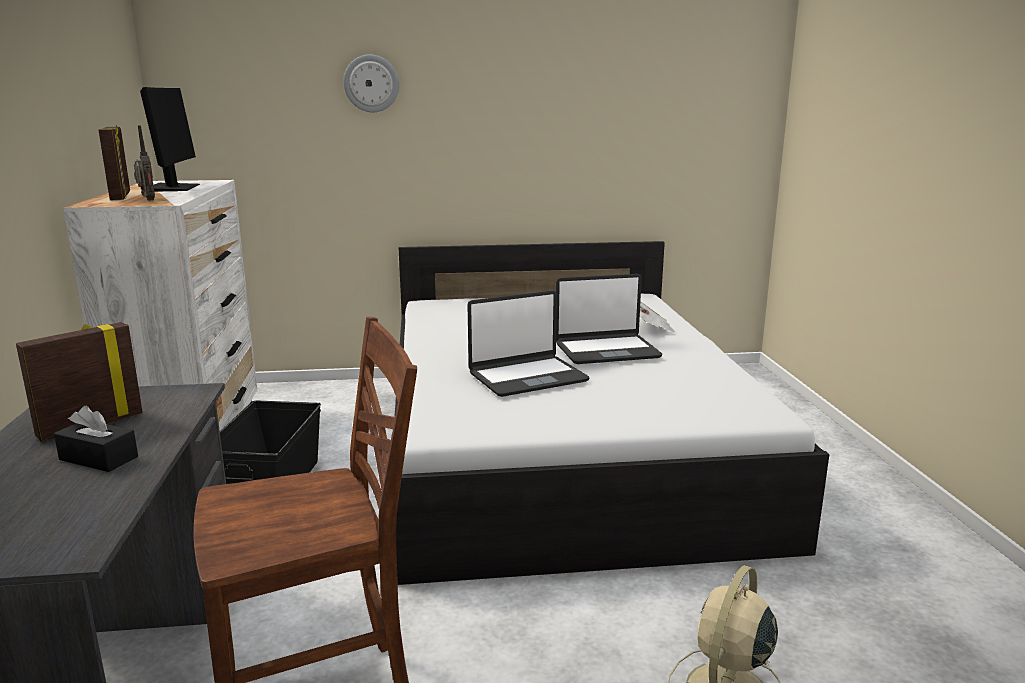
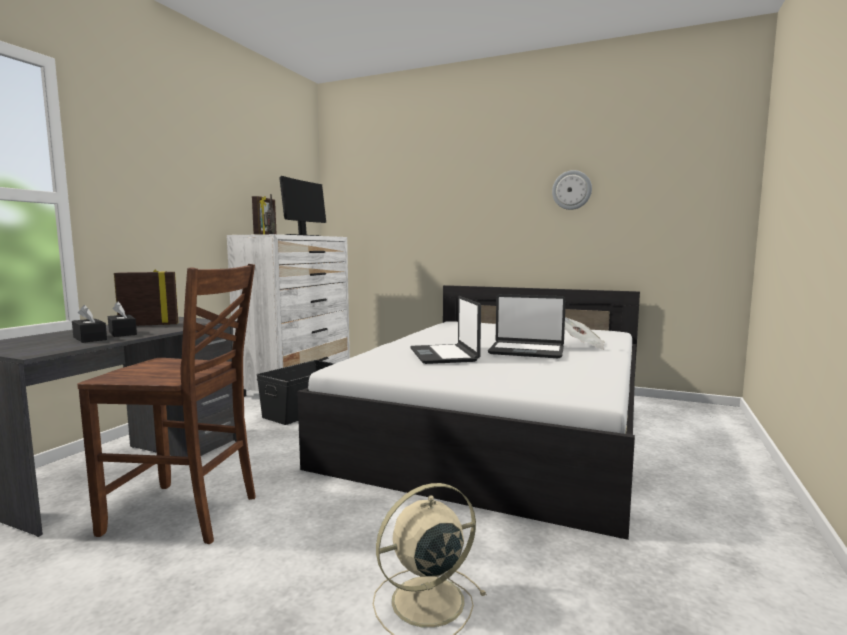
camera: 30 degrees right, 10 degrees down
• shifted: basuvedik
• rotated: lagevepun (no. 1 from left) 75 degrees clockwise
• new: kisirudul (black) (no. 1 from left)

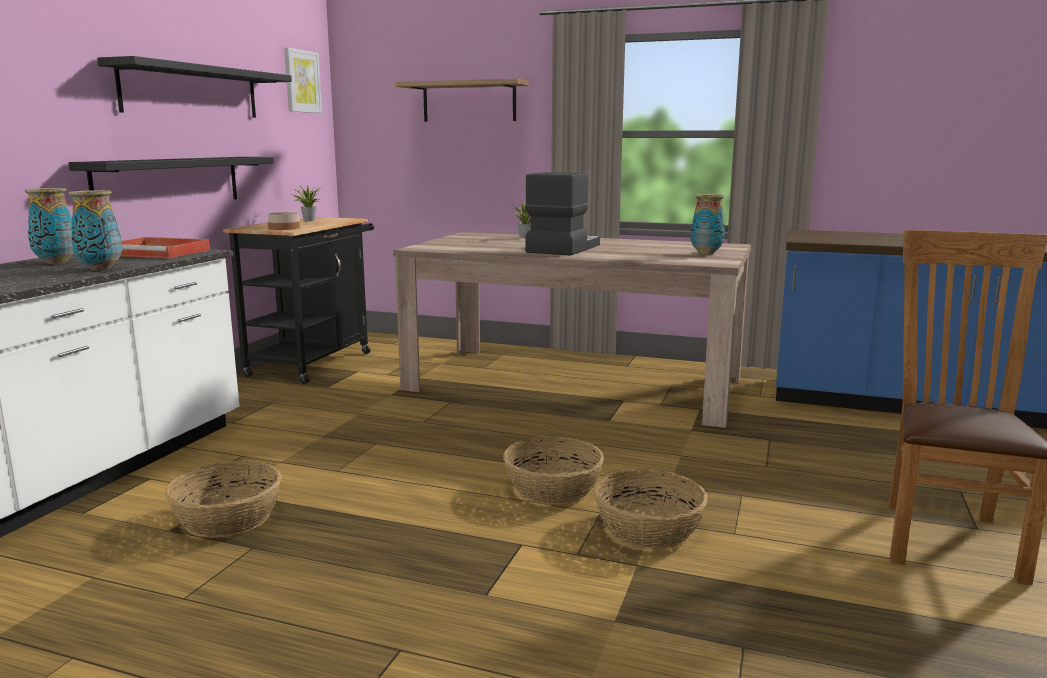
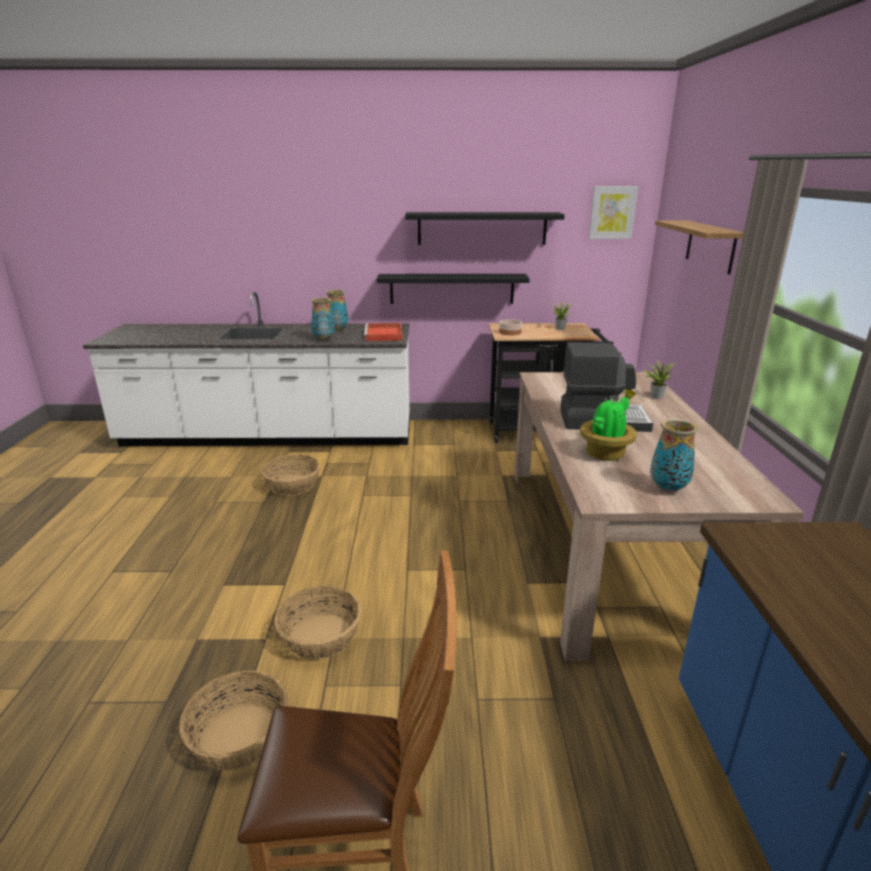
camera: 70 degrees right, 10 degrees up
• shifted: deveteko (no. 2 from left in the first image) to deveteko (no. 1 from left)
• new: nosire (no. 2 from left)

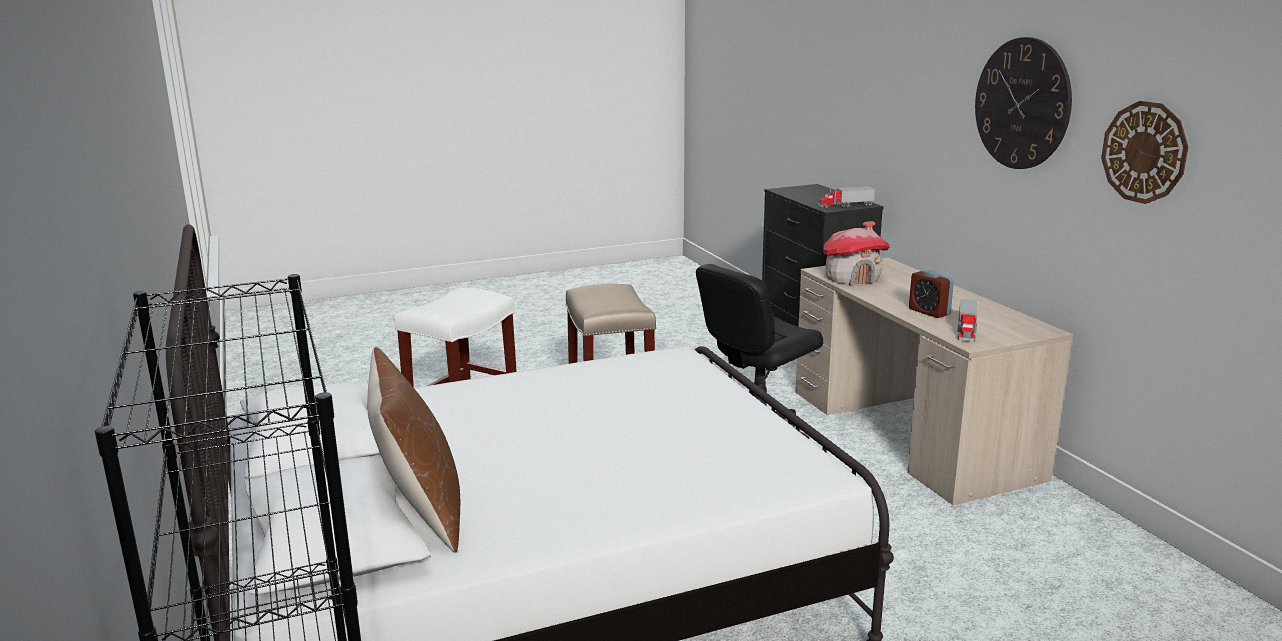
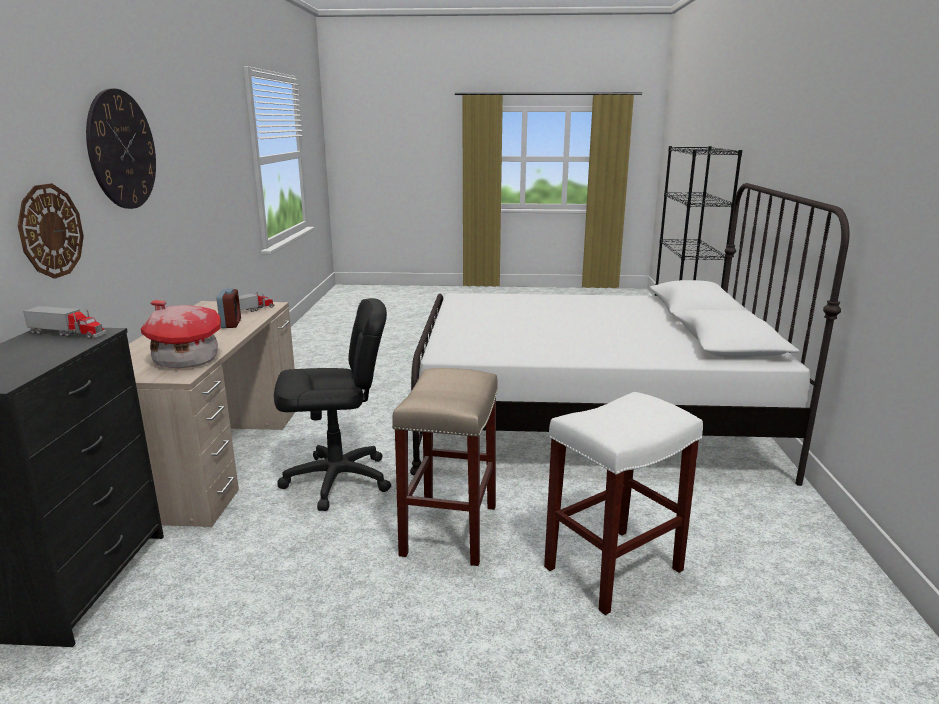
camera: 155 degrees left, 0 degrees up
• shifted: basuvedik (no. 2 from left in the first image) to basuvedik (no. 1 from left)
• gone: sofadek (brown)

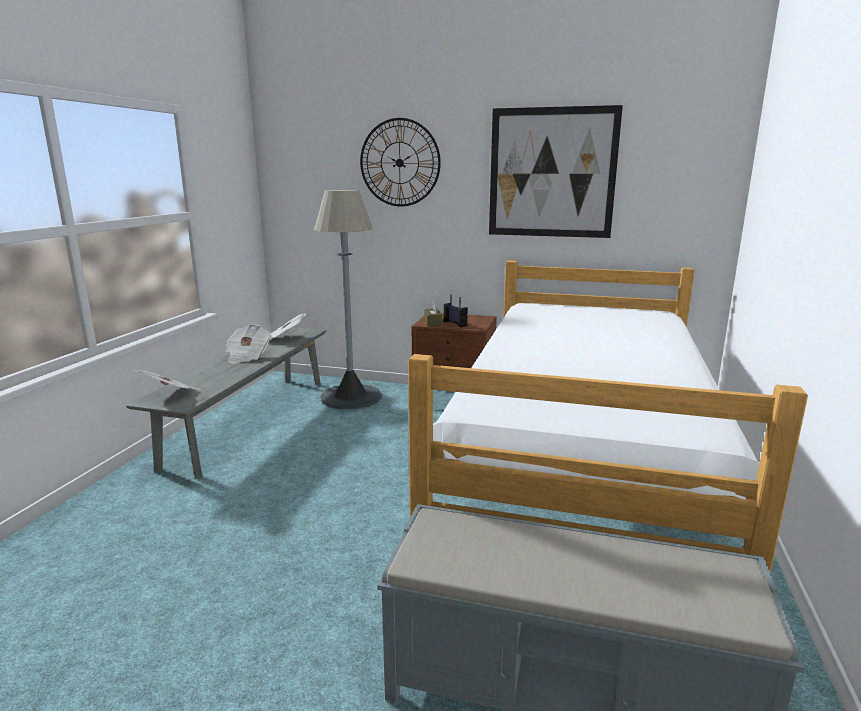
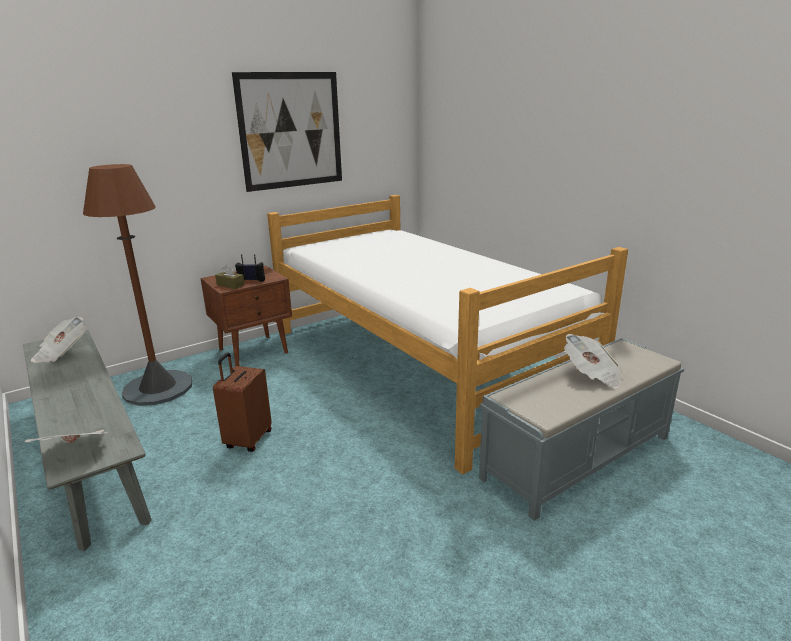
camera: 50 degrees left, 5 degrees up
• gone: basuvedik
• repainted: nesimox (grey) to nesimox (brown)
• shifted: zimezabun (no. 2 from left in the first image) to zimezabun (no. 3 from left)
• new: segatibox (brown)

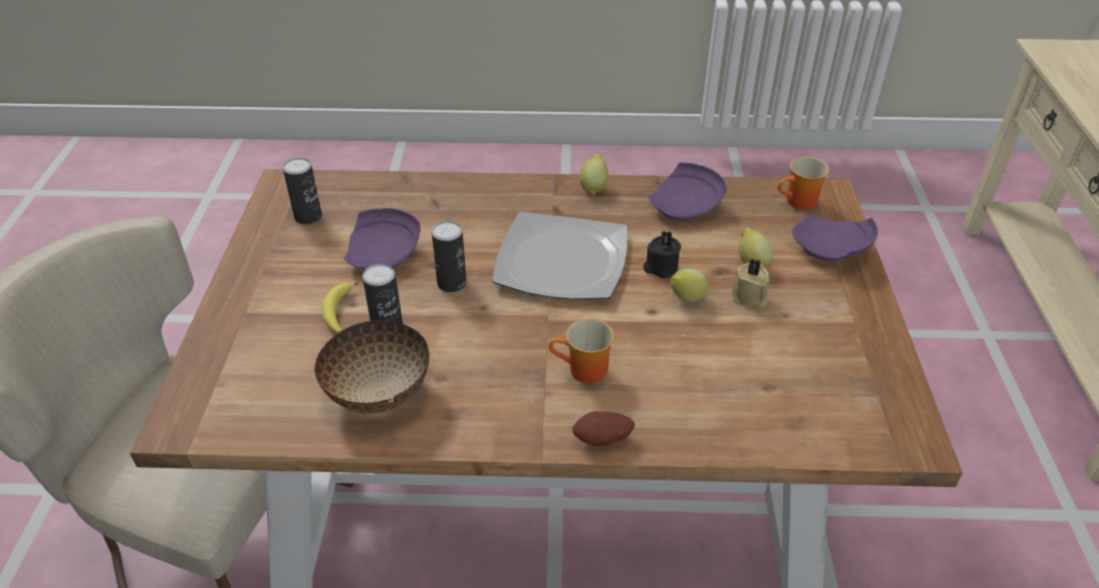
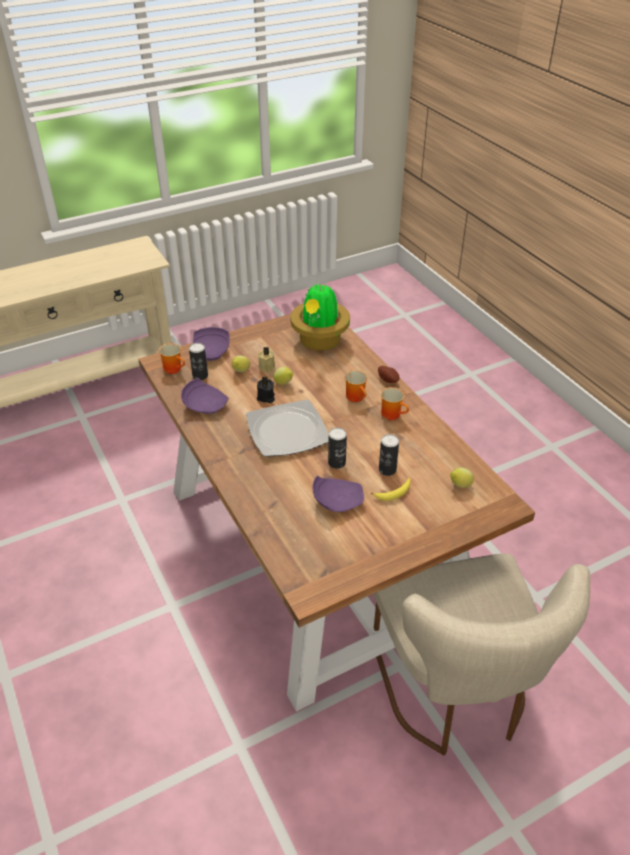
camera: 120 degrees left, 0 degrees up
• shifted: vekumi (no. 1 from left in the first image) to vekumi (no. 3 from left)
• shifted: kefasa (no. 1 from left)
• gone: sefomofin
• new: nosire
• new: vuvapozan (no. 3 from left)

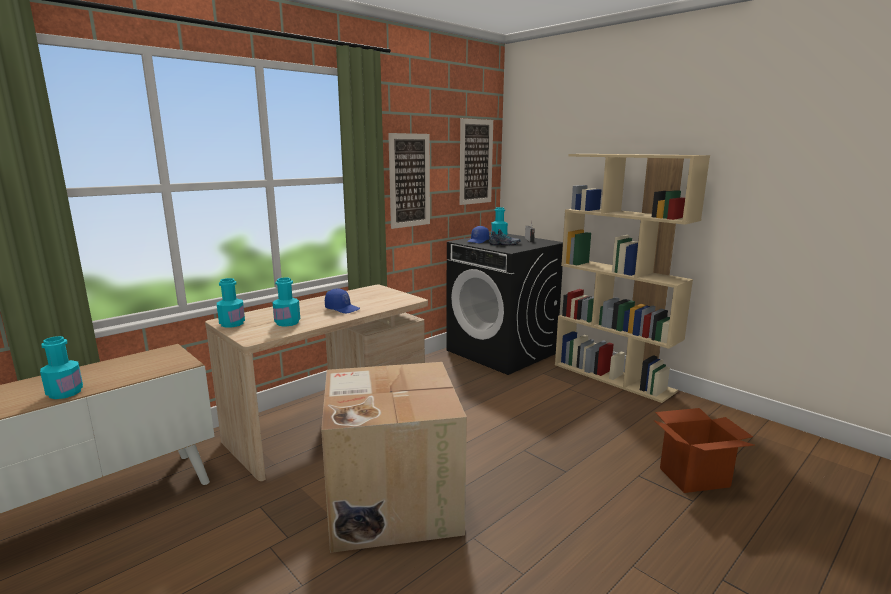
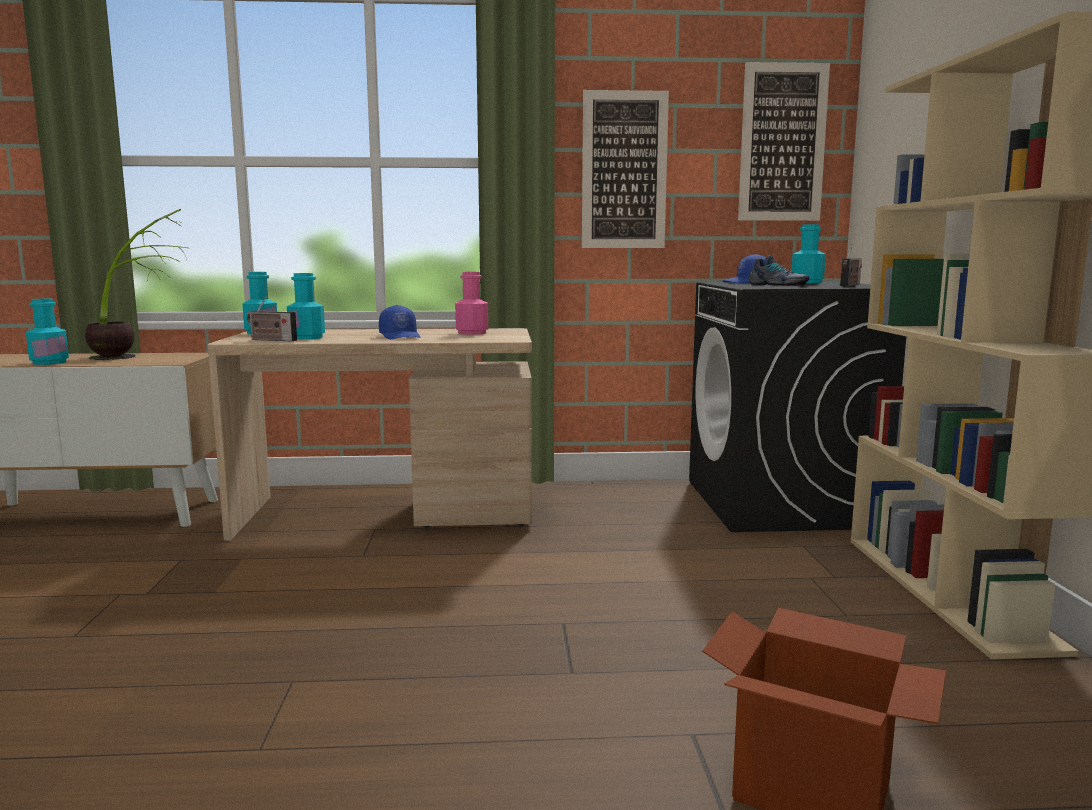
camera: 40 degrees right, 5 degrees down
• gone: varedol (no. 1 from left)
• new: nosire
• new: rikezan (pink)
• new: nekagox (no. 1 from left)

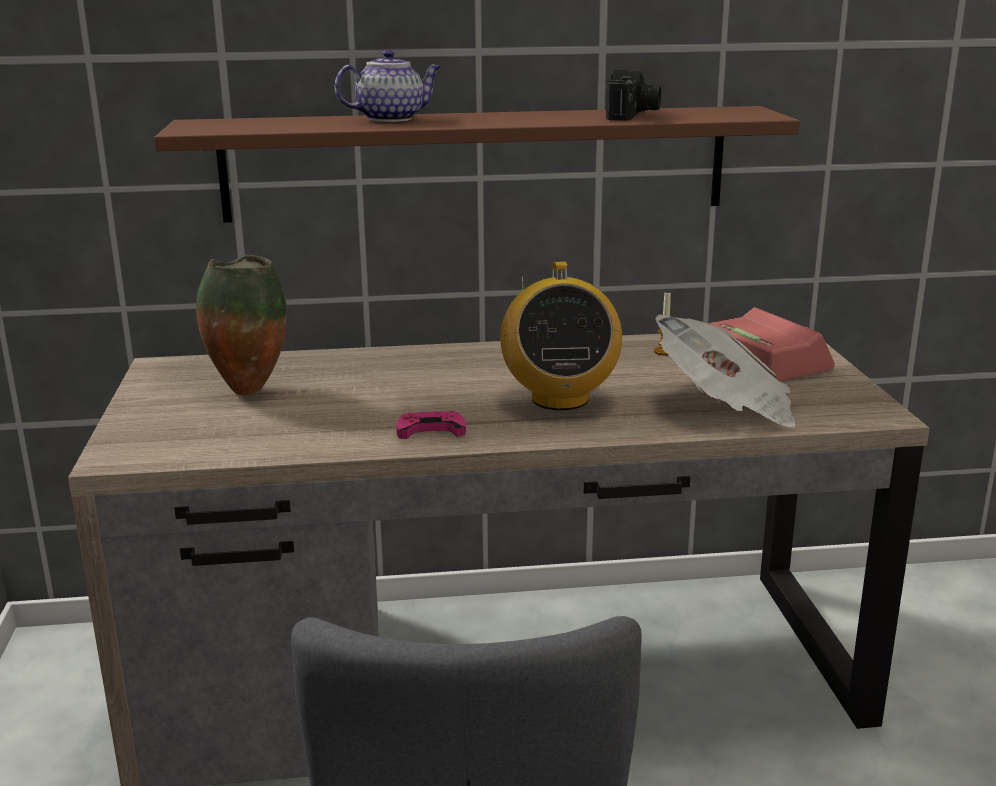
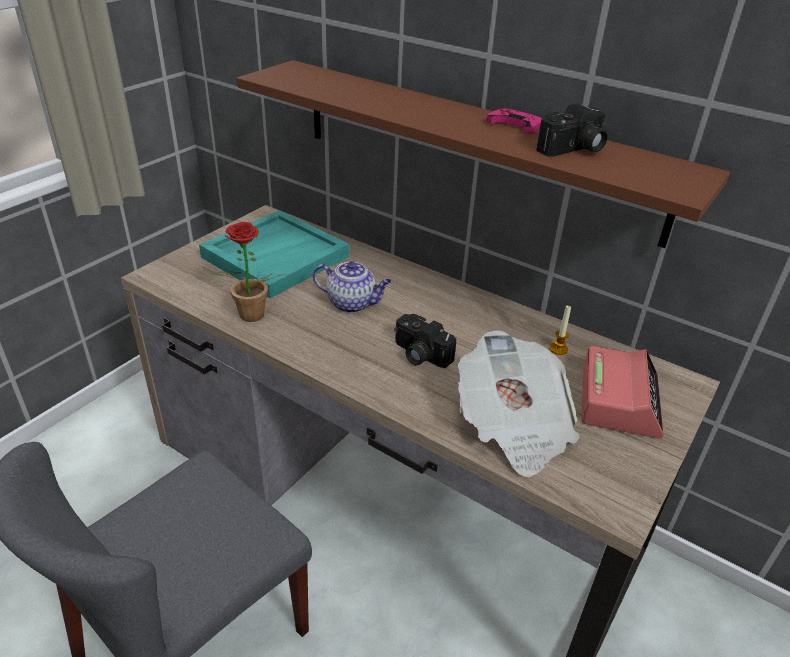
camera: 40 degrees right, 15 degrees up
• shifted: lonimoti
• swapped: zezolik to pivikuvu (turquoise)
• swapped: nekagox to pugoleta (no. 1 from left)
• shifted: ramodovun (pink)
• new: nosire

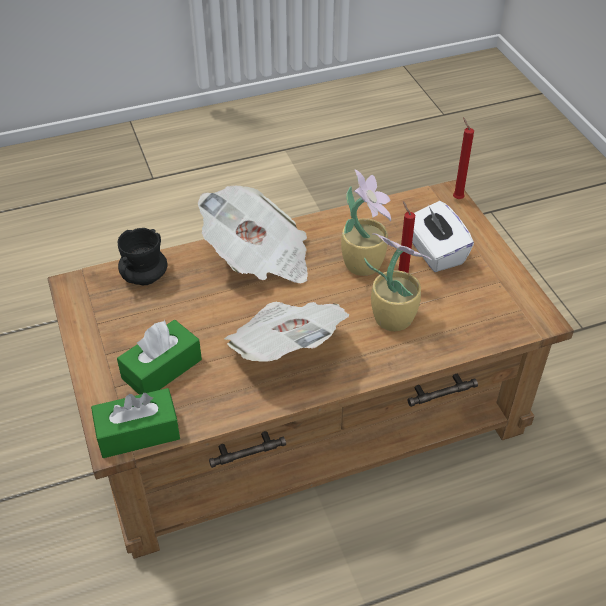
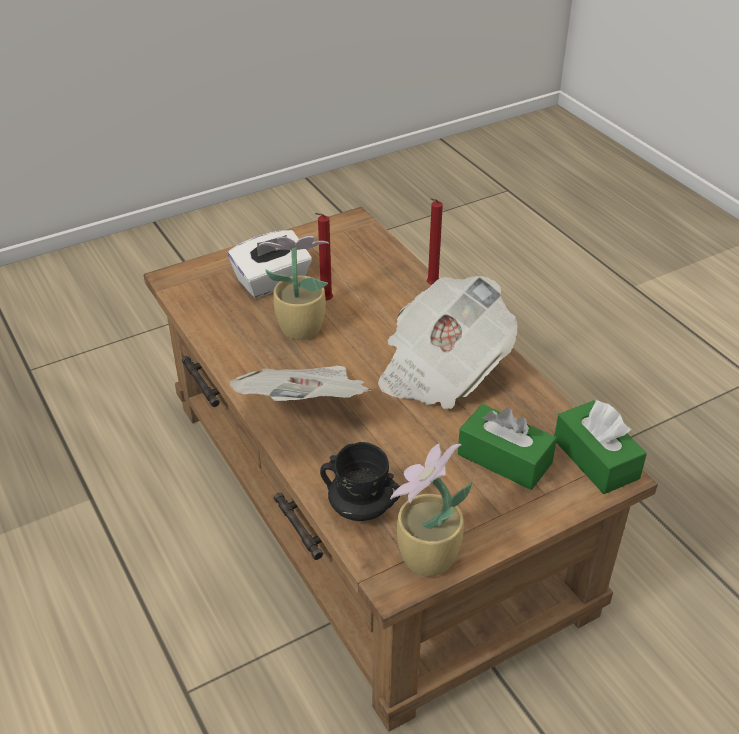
camera: 100 degrees left, 5 degrees down
• shifted: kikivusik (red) (no. 2 from left)
• shifted: nosire (no. 2 from left)

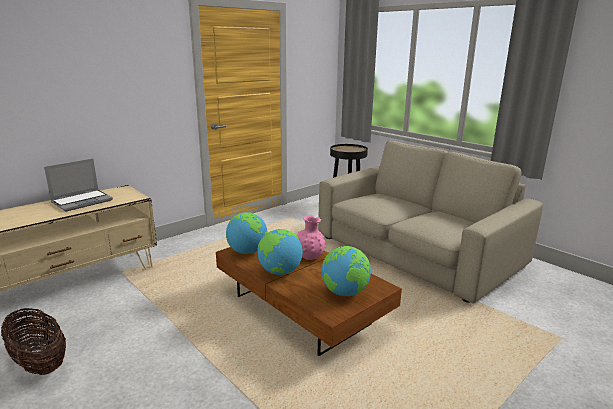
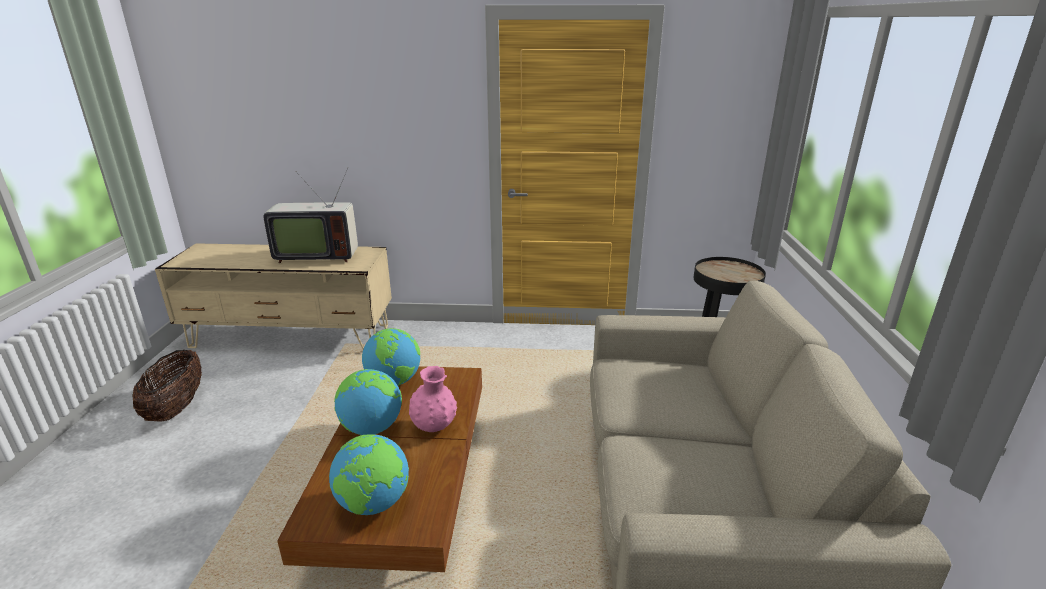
camera: 45 degrees right, 5 degrees up
• swapped: lagevepun to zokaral

